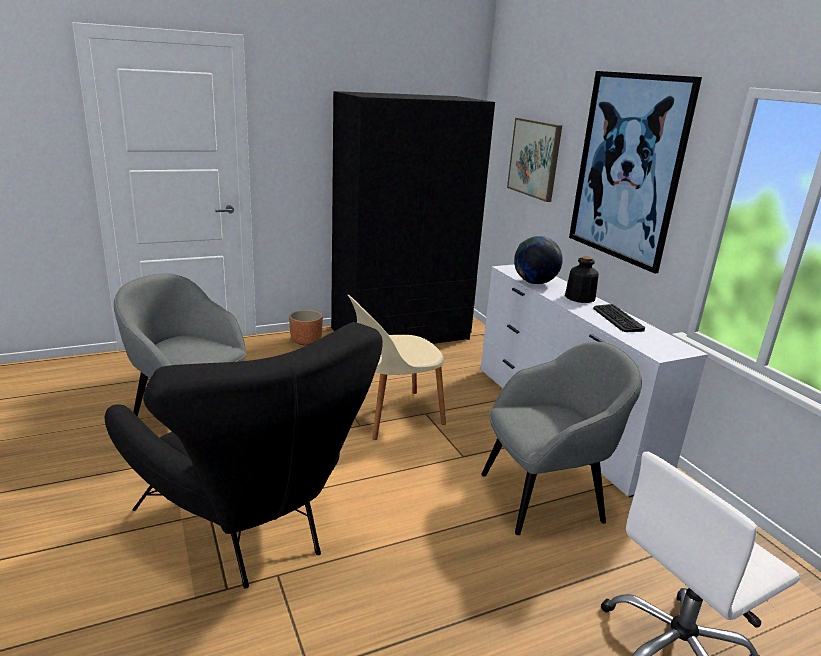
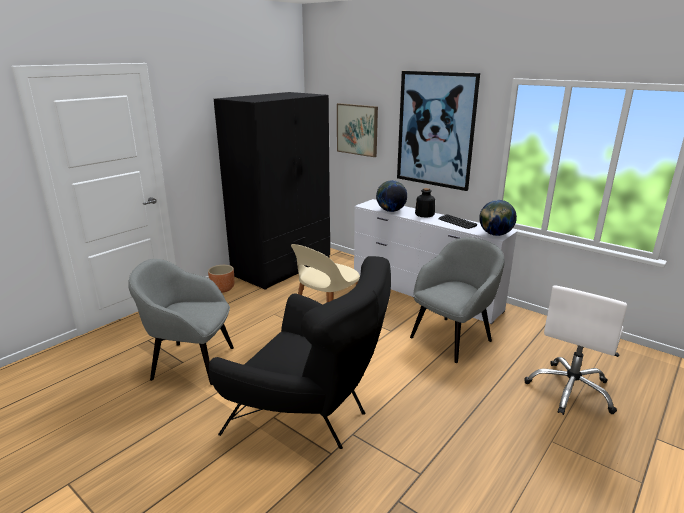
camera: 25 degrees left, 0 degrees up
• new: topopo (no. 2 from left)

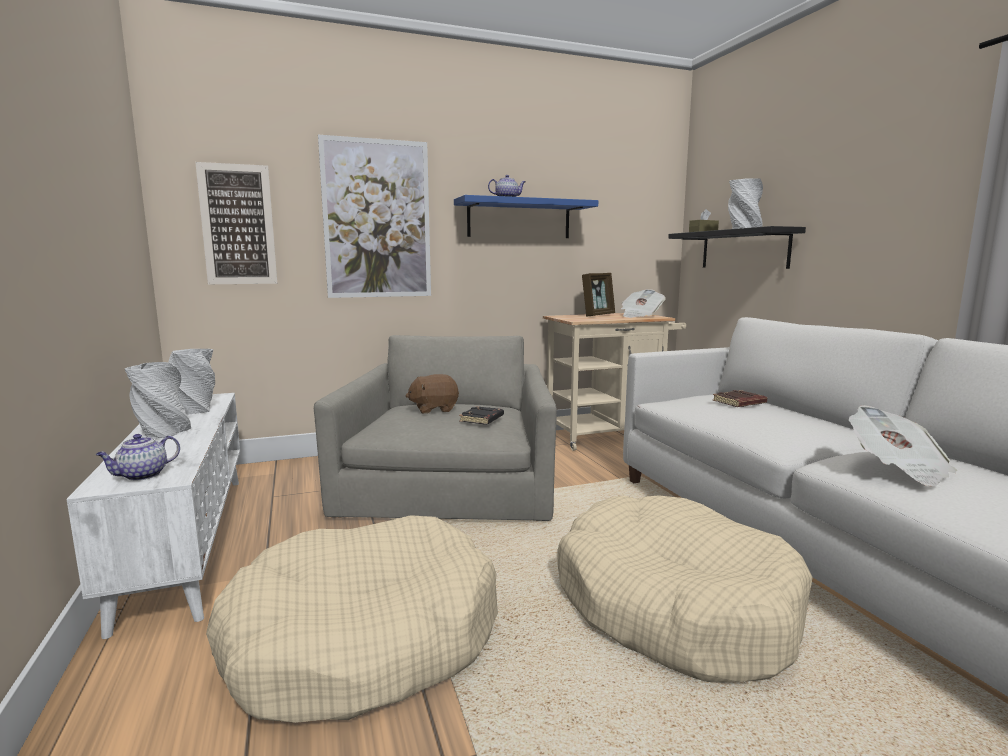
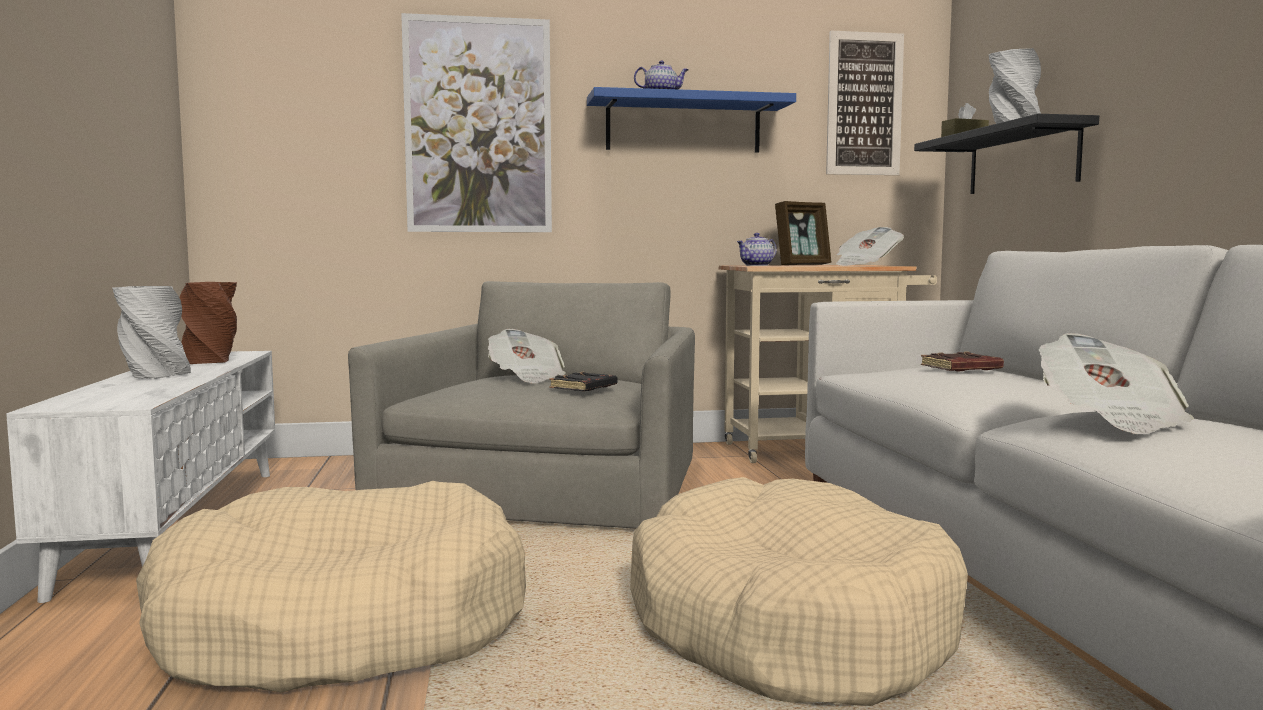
camera: 10 degrees right, 5 degrees down
• shifted: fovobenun (no. 1 from left in the first image) to fovobenun (no. 2 from left)
• repainted: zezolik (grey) (no. 2 from left) to zezolik (brown)
• swapped: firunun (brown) to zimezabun (no. 1 from left)
• shifted: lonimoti (no. 1 from left in the first image) to lonimoti (no. 2 from left)

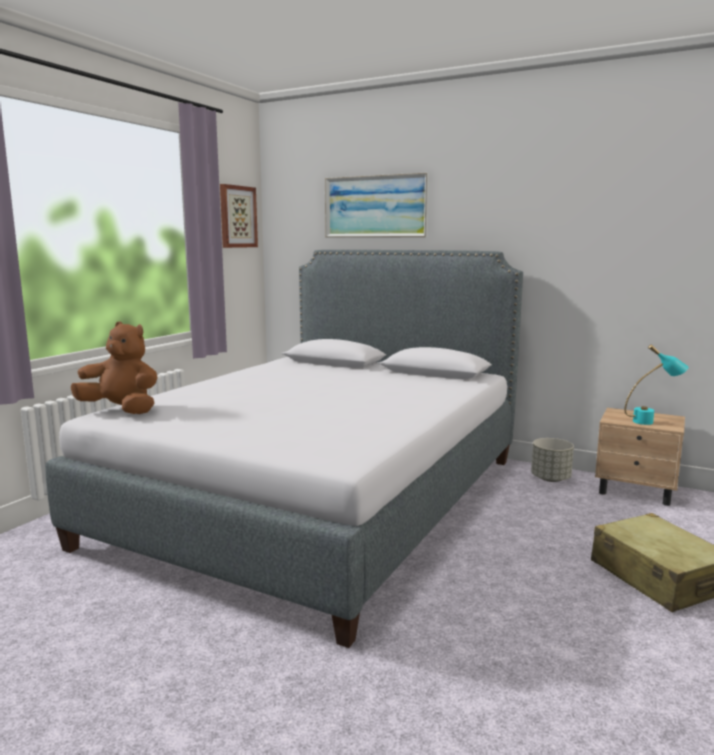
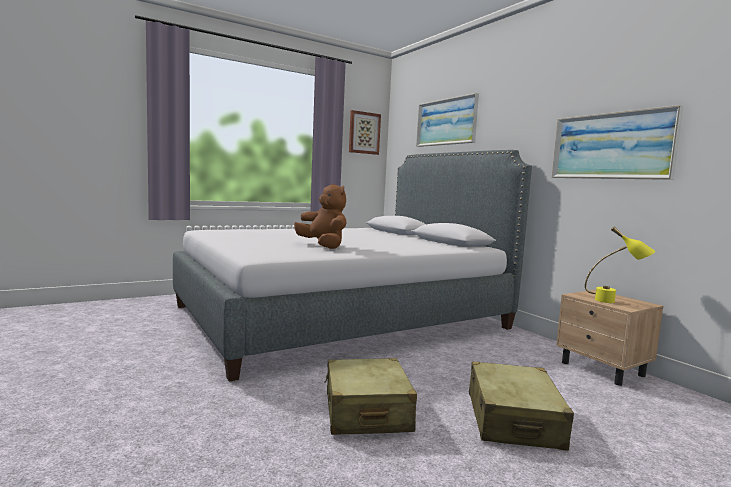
camera: 30 degrees right, 5 degrees down
• shifted: firunun (brown)
• repainted: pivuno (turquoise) to pivuno (yellow)
• gone: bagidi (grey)
• new: fovobenun (no. 3 from left)
• new: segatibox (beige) (no. 1 from left)

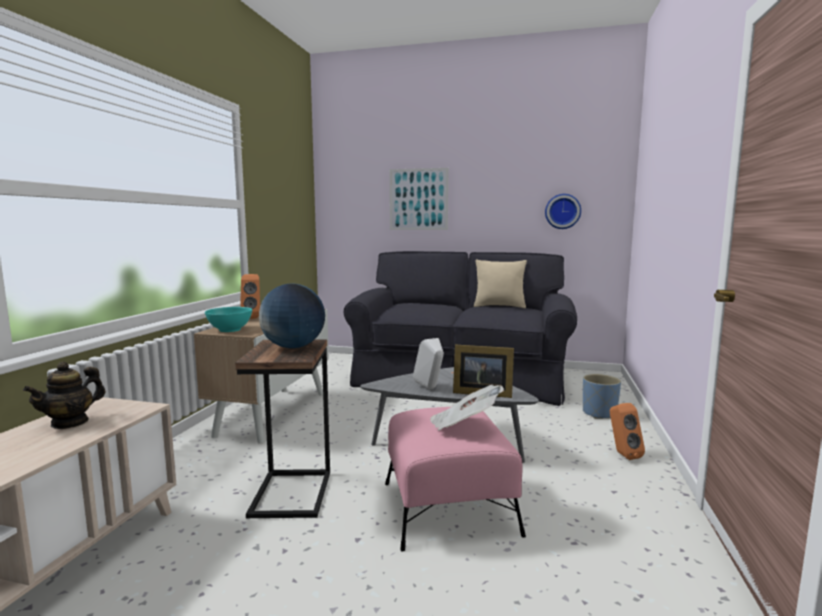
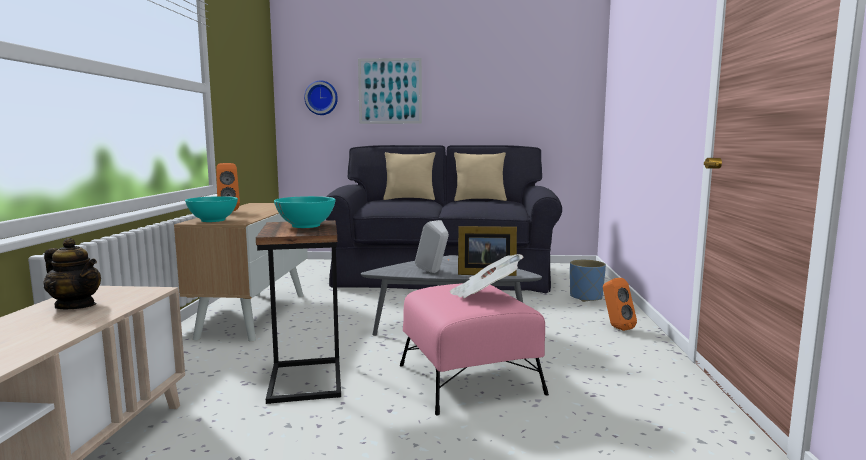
camera: 10 degrees left, 0 degrees up
• shifted: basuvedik
• swapped: topopo to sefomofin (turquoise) (no. 2 from left)
• rotated: lonimoti 90 degrees counterclockwise
• new: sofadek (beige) (no. 1 from left)

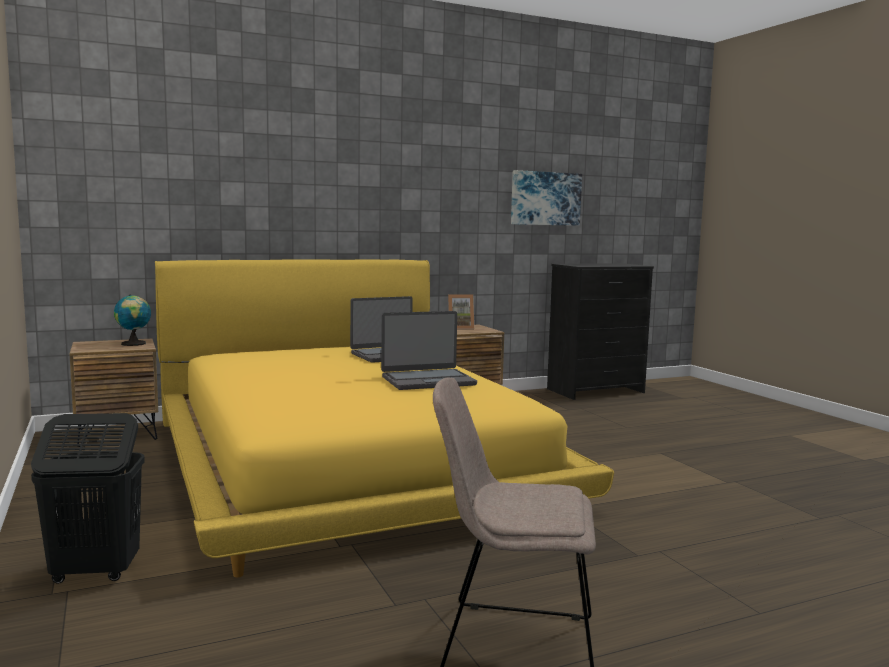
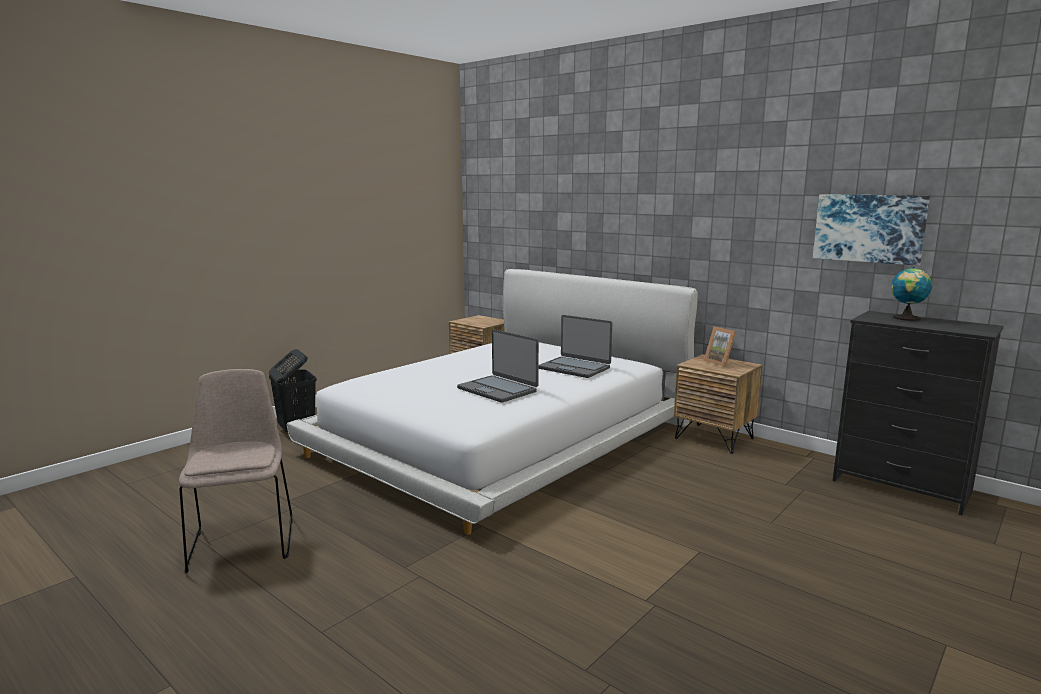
camera: 65 degrees right, 5 degrees up
• repainted: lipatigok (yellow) to lipatigok (white)
• shifted: topopo

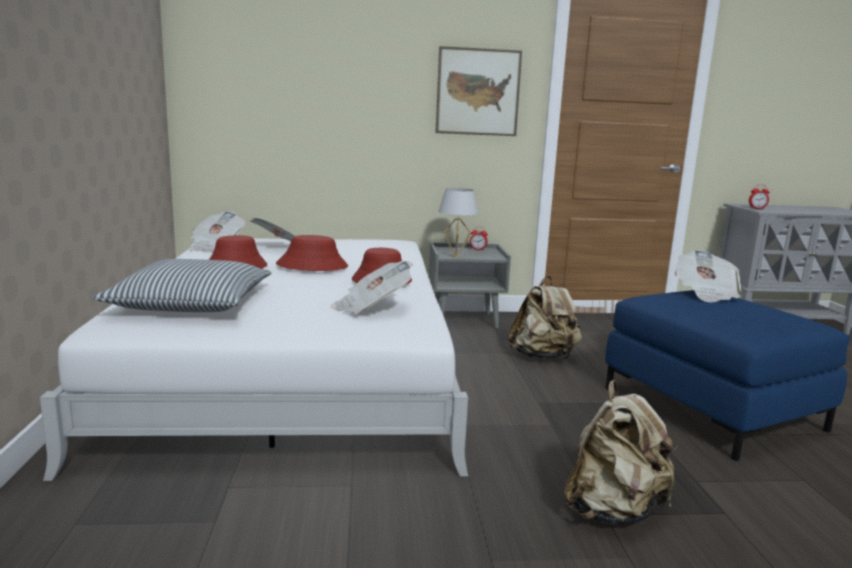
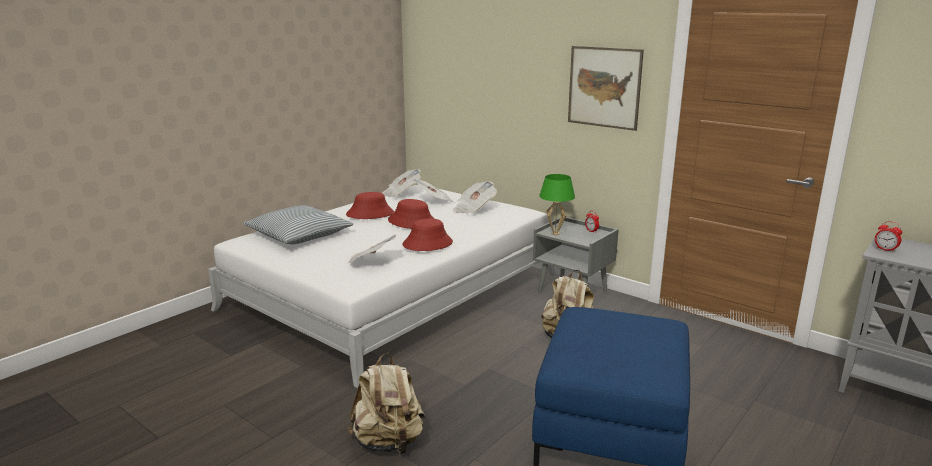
camera: 45 degrees right, 5 degrees up
• repainted: pivuno (white) to pivuno (green)
• shifted: zimezabun (no. 4 from left)

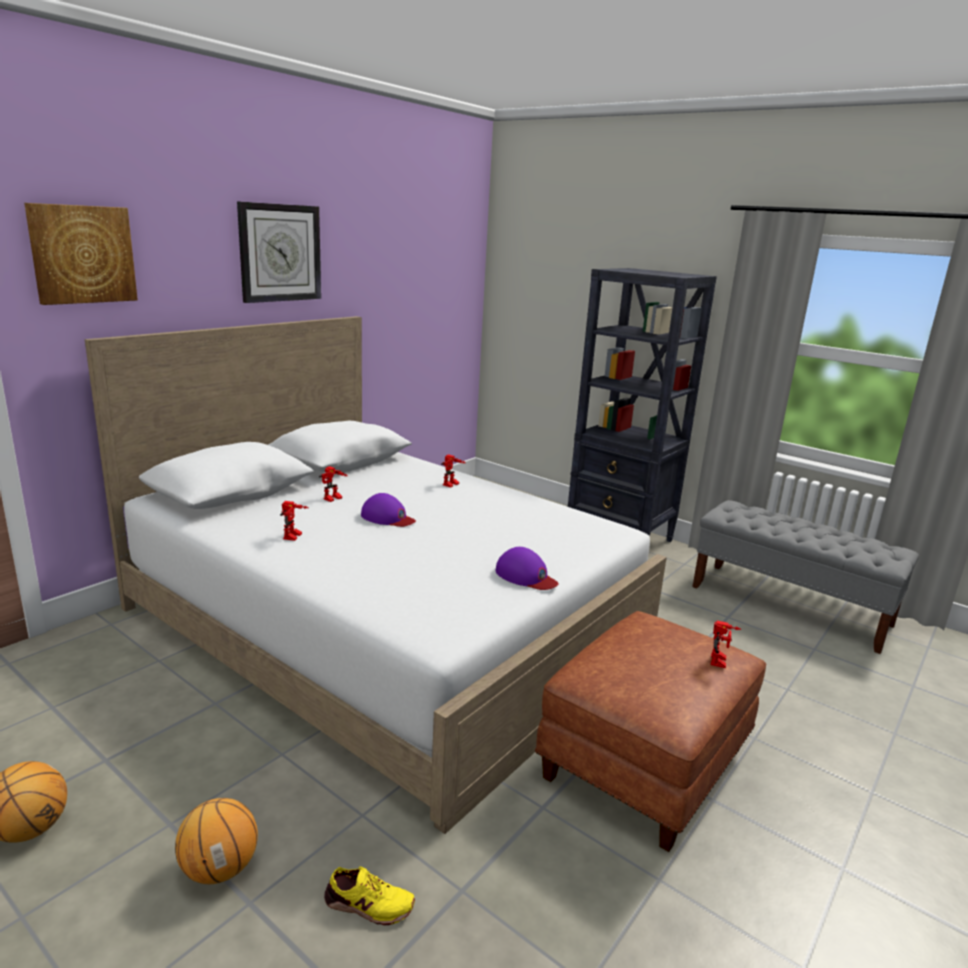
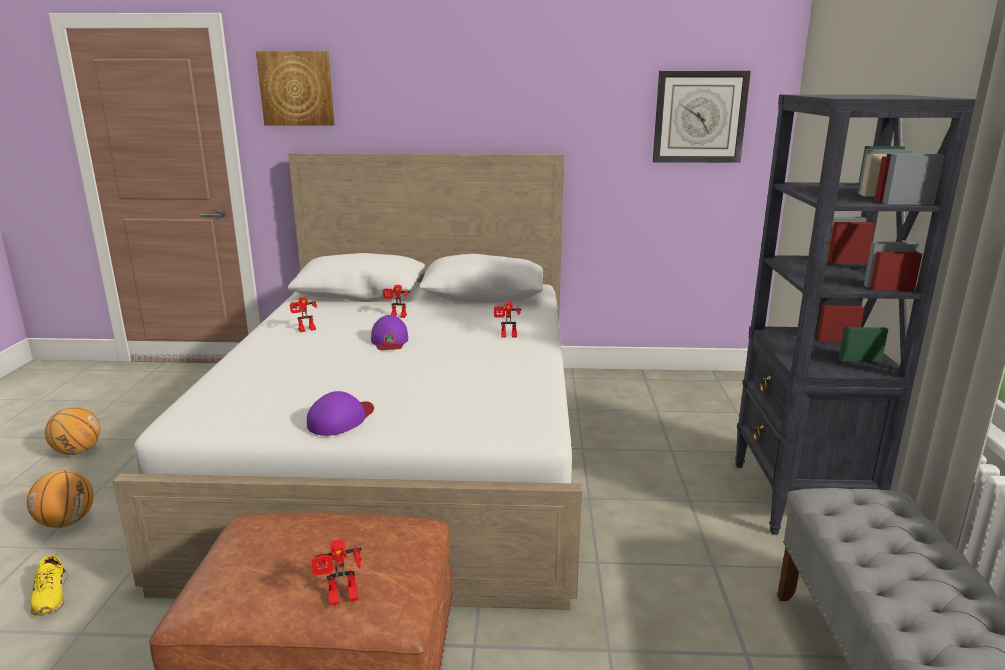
camera: 55 degrees right, 0 degrees up
• shifted: basuvedik
• rotated: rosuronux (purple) (no. 2 from left in the first image) 150 degrees counterclockwise

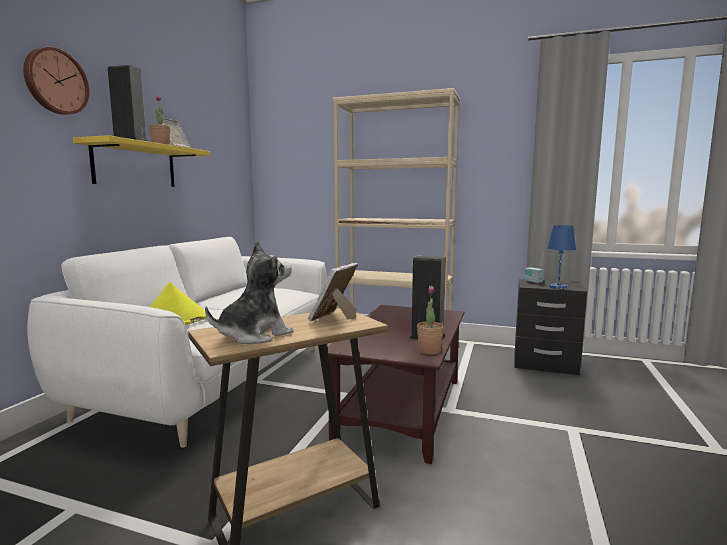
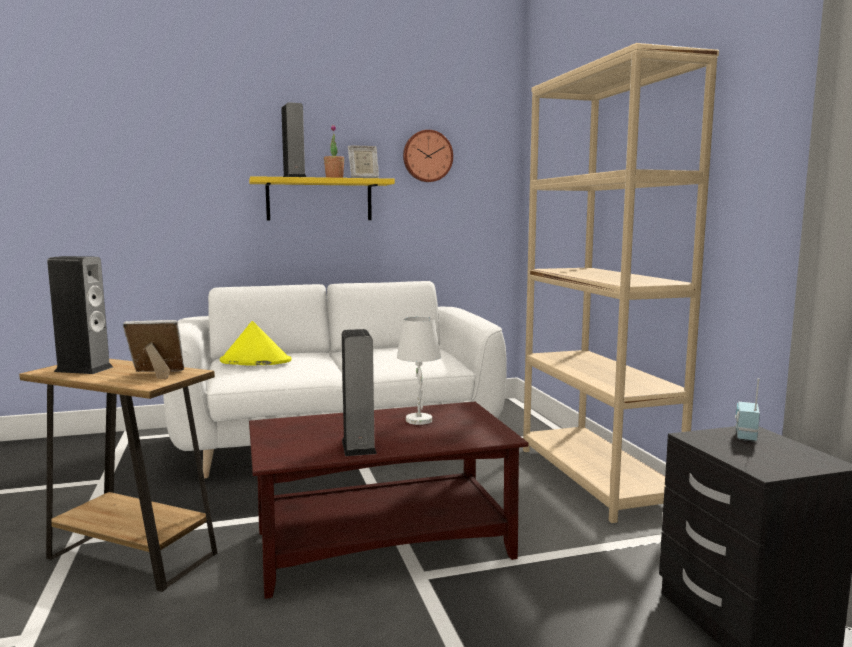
camera: 55 degrees right, 0 degrees up
• shifted: basuvedik
• gone: pivuno (blue)
• swapped: firunun to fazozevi (no. 1 from left)
• gone: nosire (no. 2 from left)
• new: pivuno (white)

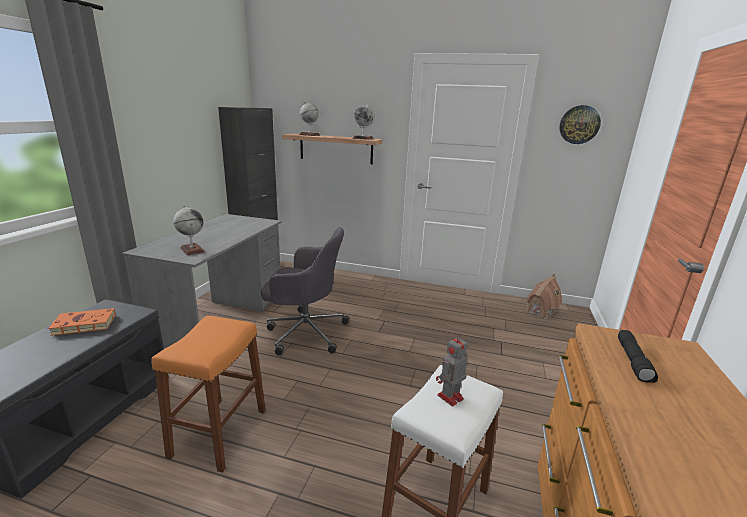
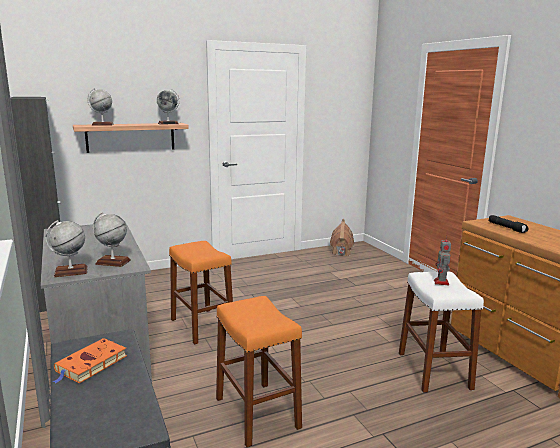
camera: 40 degrees left, 5 degrees down
• gone: basuvedik
• swapped: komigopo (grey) to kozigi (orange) (no. 1 from left)
• new: topopo (no. 1 from left)

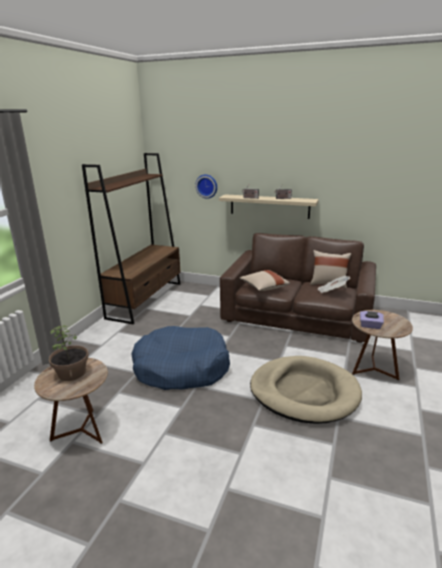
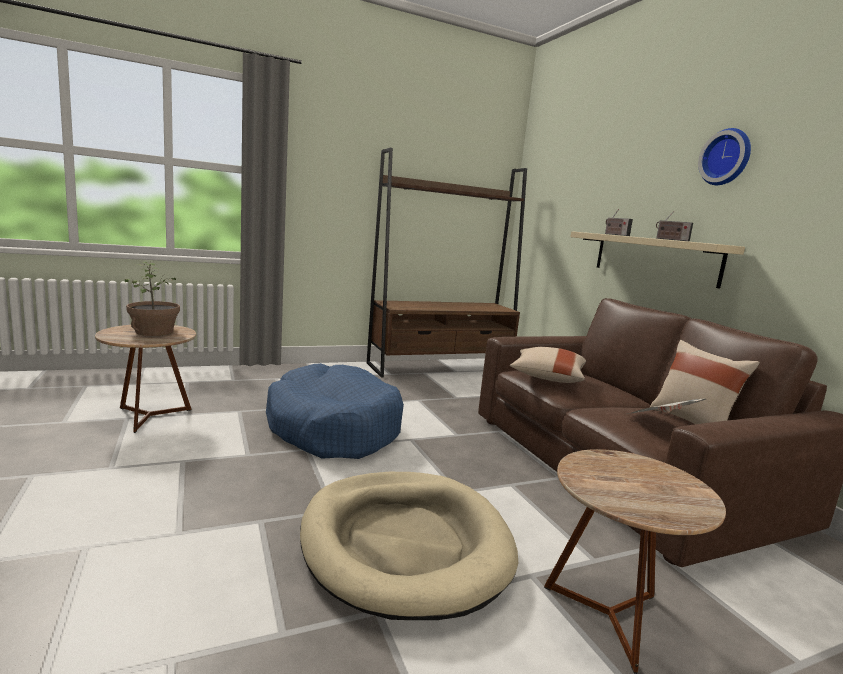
camera: 45 degrees right, 10 degrees down
• shifted: basuvedik
• gone: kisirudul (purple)

